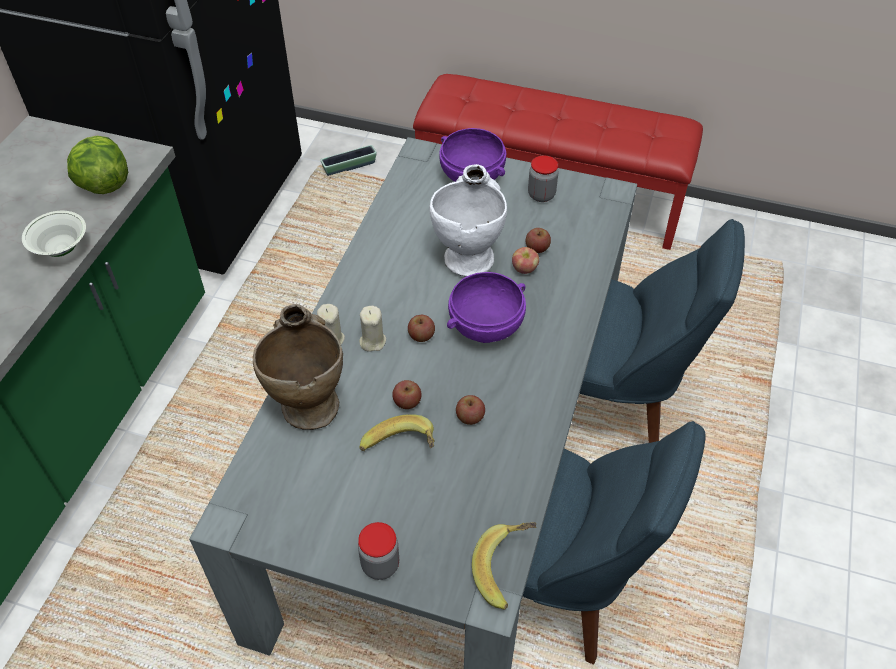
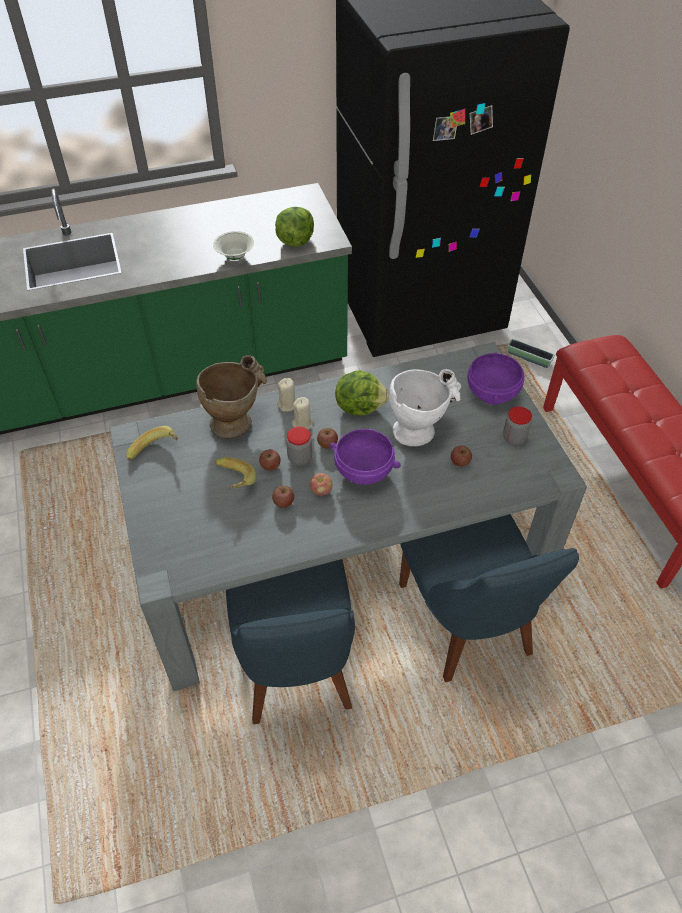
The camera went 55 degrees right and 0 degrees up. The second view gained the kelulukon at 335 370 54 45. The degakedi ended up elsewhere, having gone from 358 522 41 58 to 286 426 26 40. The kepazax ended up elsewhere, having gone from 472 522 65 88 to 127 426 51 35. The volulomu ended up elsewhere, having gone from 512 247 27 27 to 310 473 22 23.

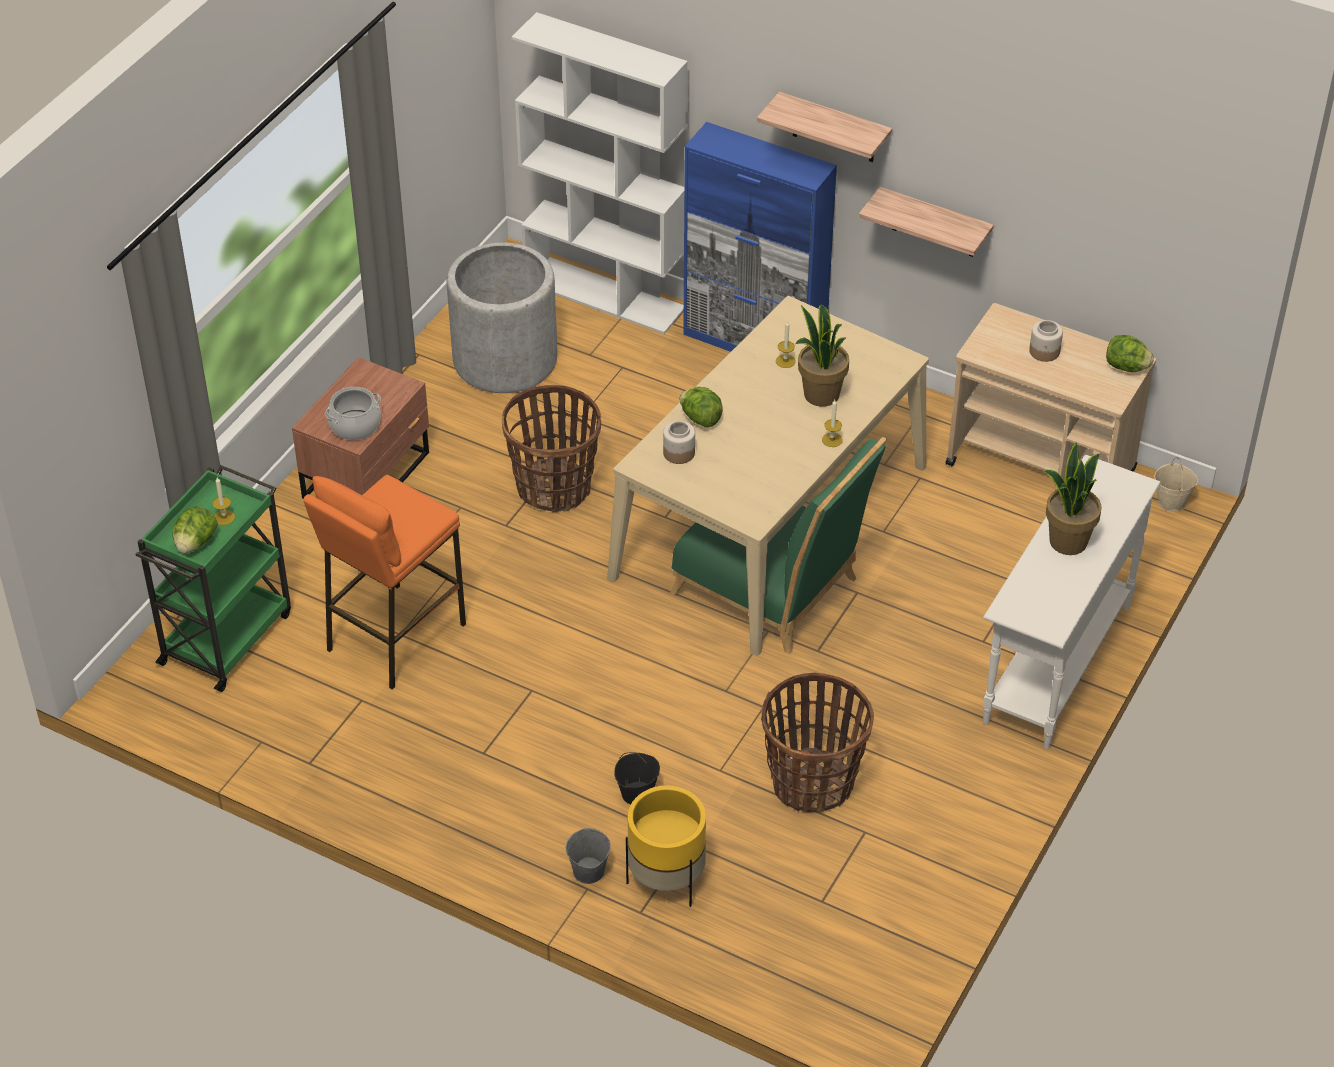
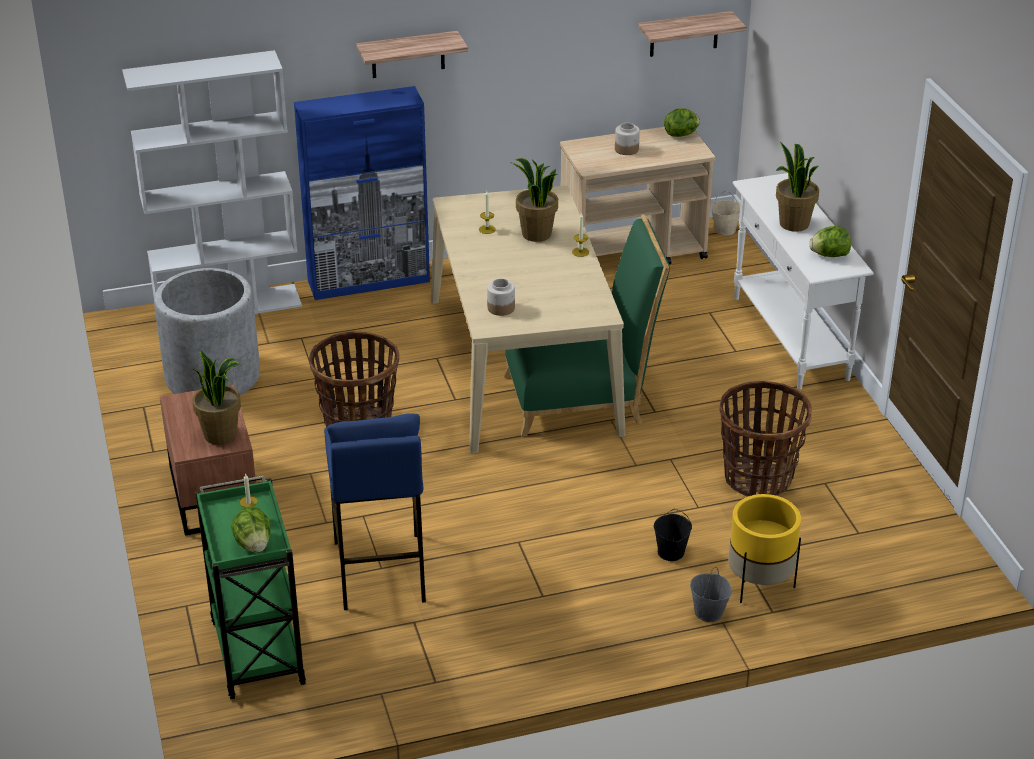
The camera went 45 degrees left and 10 degrees down. The kelulukon ended up elsewhere, having gone from 679 387 44 41 to 809 226 42 31. The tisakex ended up elsewhere, having gone from 859 187 135 70 to 638 11 108 46. Where the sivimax stood at 325 387 56 53, the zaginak came to stand at 191 350 50 95. What was the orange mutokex at 303 475 163 215 turned into the blue mutokex at 324 413 102 197.

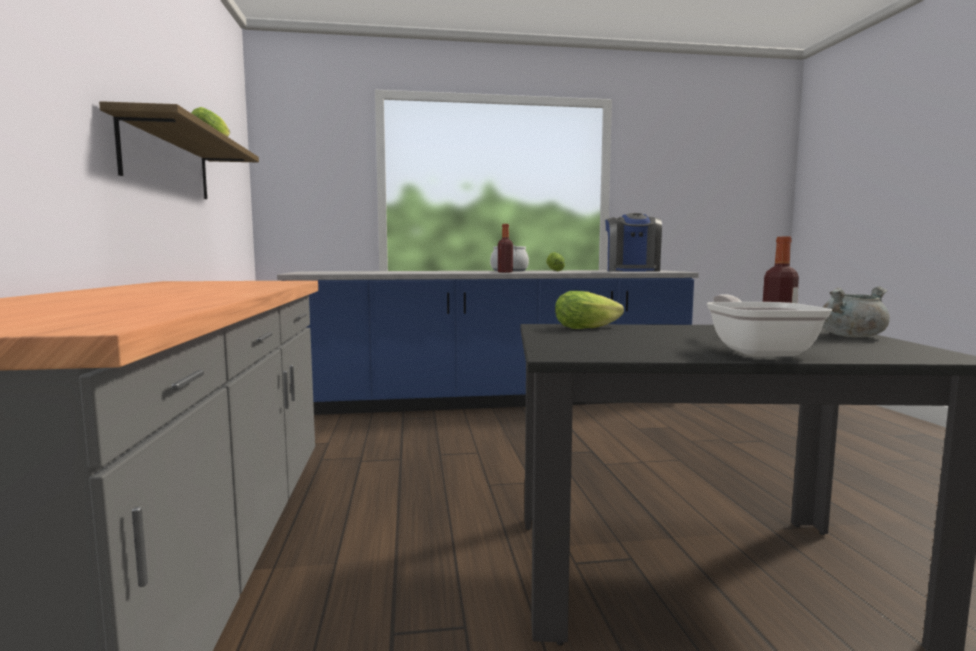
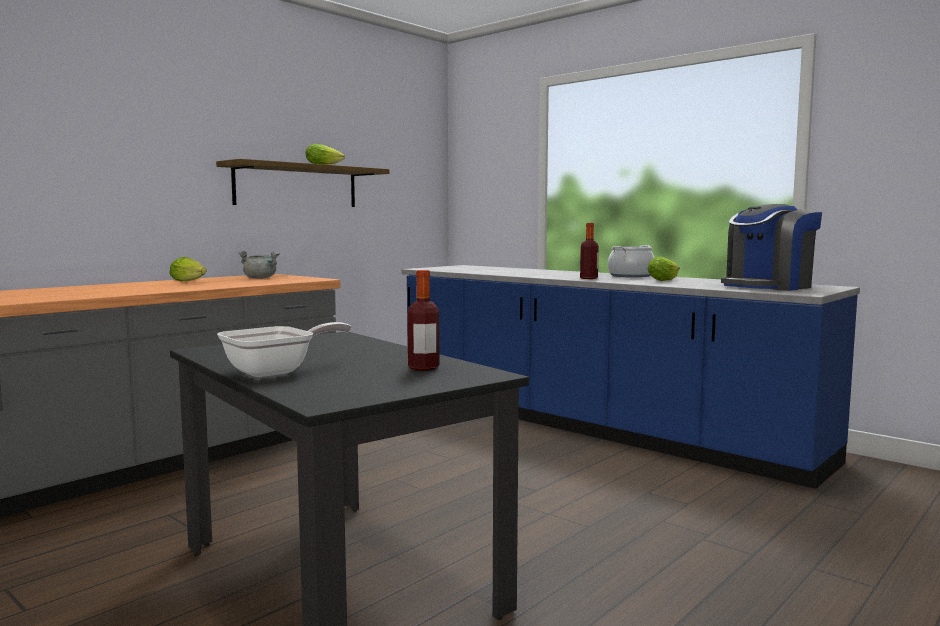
The camera went 50 degrees right and 0 degrees up. The kelulukon ended up elsewhere, having gone from 555 291 69 38 to 169 257 38 24. The grey sivimax ended up elsewhere, having gone from 823 286 67 52 to 238 251 42 28.

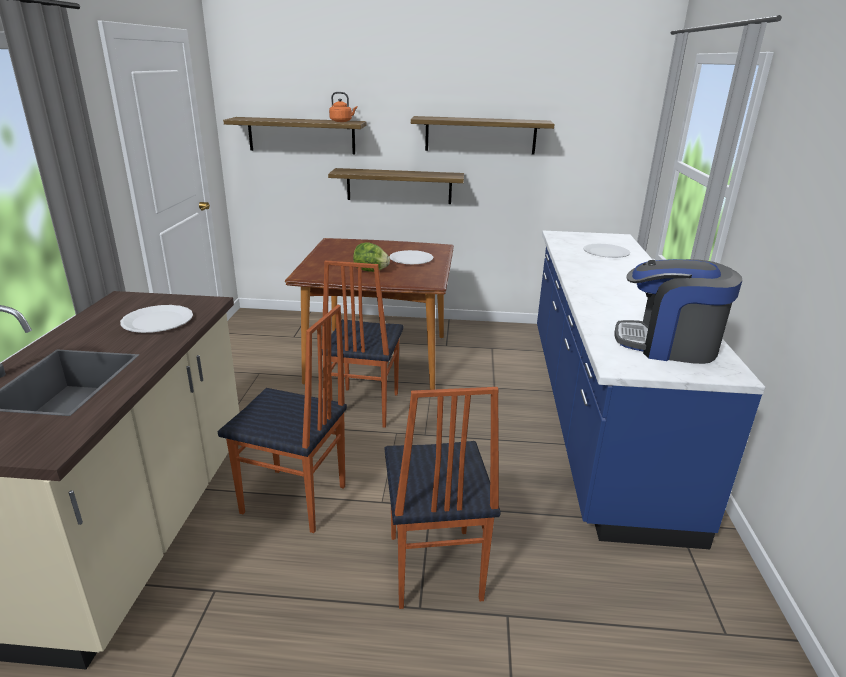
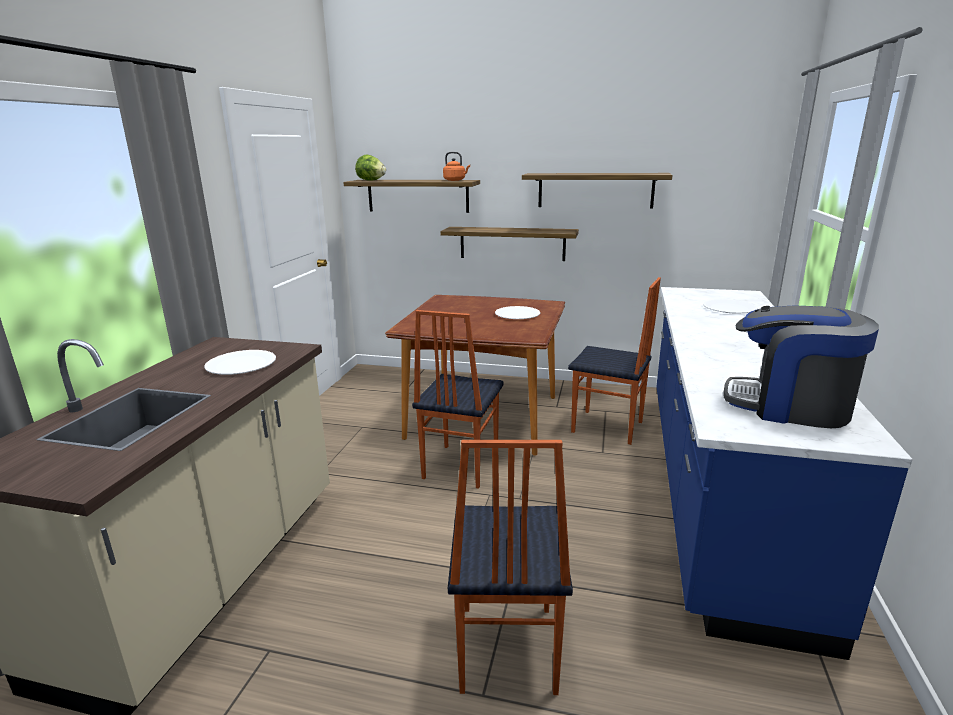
The camera went 10 degrees right and 5 degrees down. The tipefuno ended up elsewhere, having gone from 218 305 129 228 to 568 277 93 168. The kelulukon ended up elsewhere, having gone from 353 243 37 29 to 355 155 31 26.

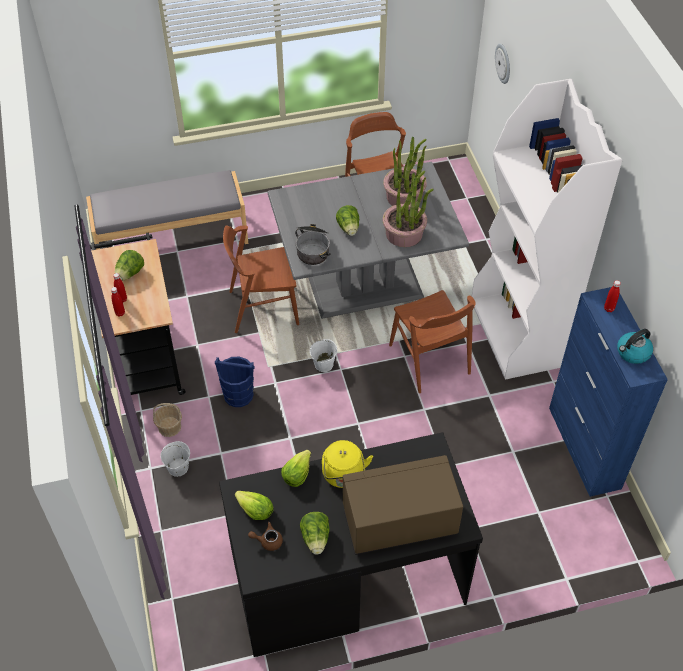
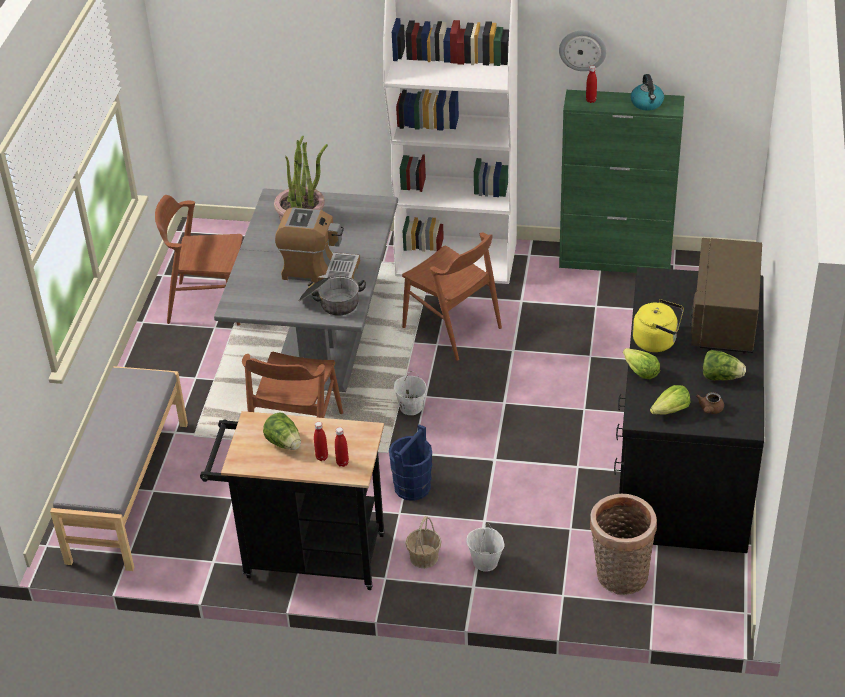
The camera went 65 degrees left and 10 degrees down. The second view lost the zaginak at 383 171 51 76. The second view gained the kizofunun at 590 494 67 101. The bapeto ended up elsewhere, having gone from 495 43 15 41 to 559 31 48 40. Where the kelulukon stood at 336 205 23 31, the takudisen came to stand at 275 207 85 76. What was the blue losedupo at 549 287 119 210 turned into the green losedupo at 559 90 125 183. The brown tipefuno at 389 290 87 103 ended up facing another way, 45 degrees clockwise from before.

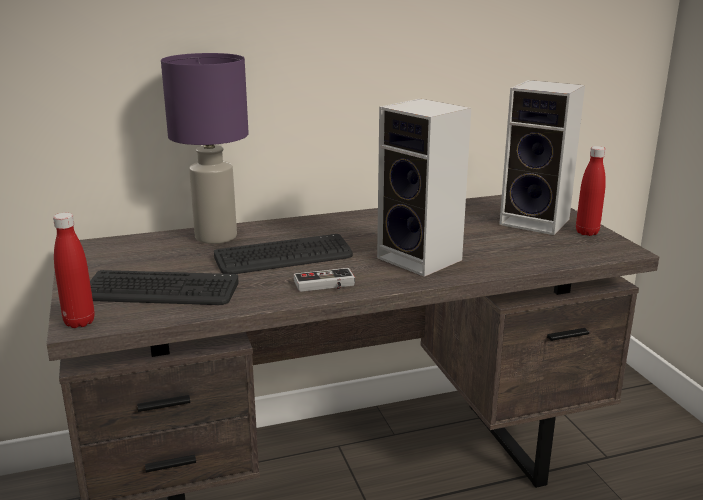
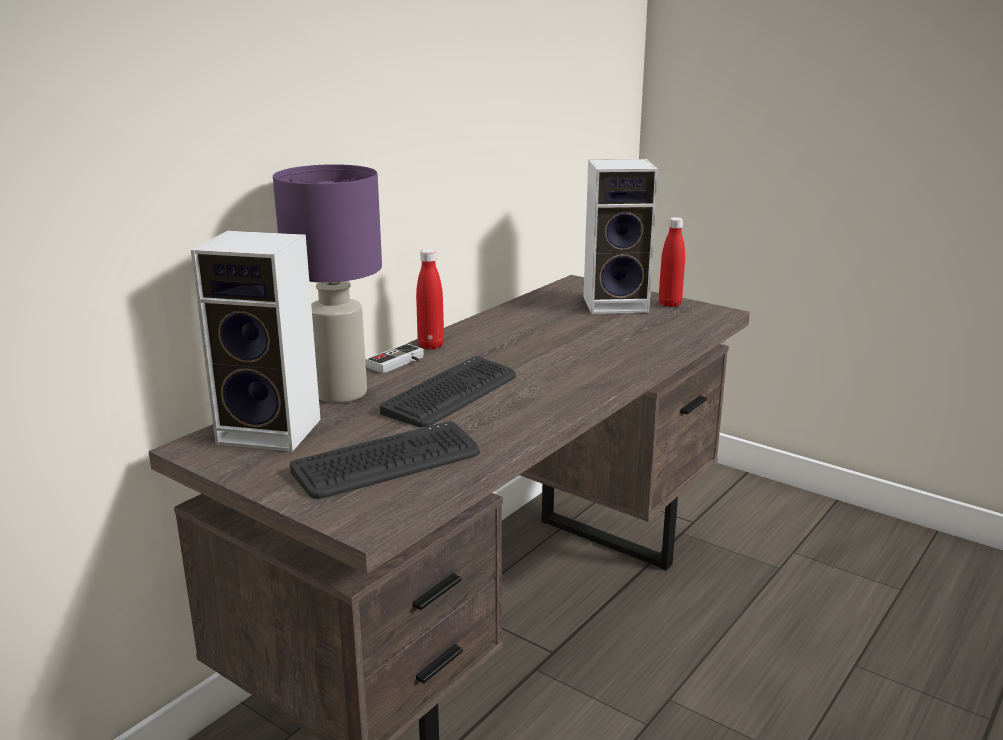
The camera went 35 degrees left and 0 degrees up. The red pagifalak ended up elsewhere, having gone from 53 213 42 115 to 416 249 28 100. The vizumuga ended up elsewhere, having gone from 294 268 61 24 to 365 344 59 29. The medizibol ended up elsewhere, having gone from 377 98 94 179 to 191 231 130 221.

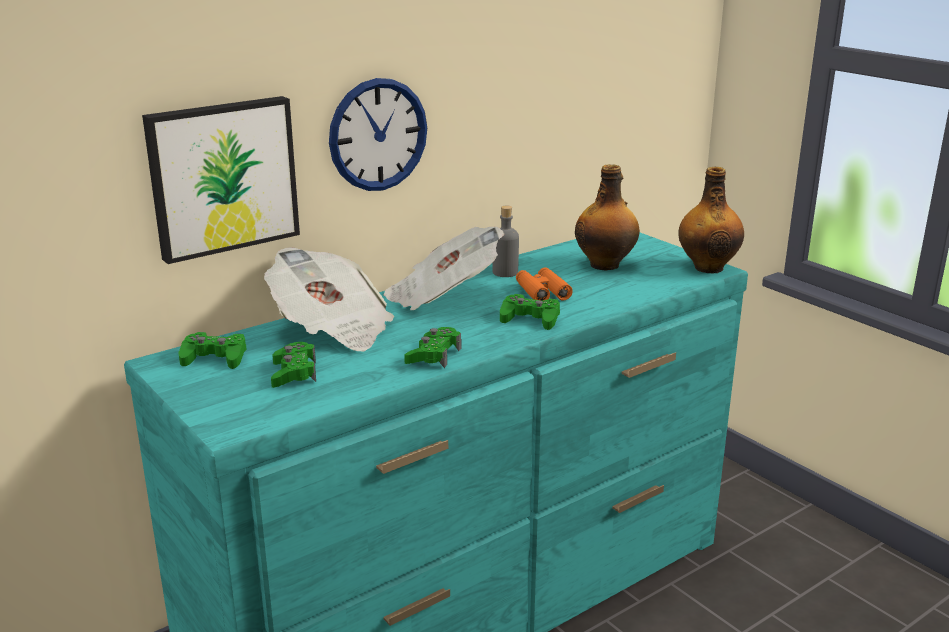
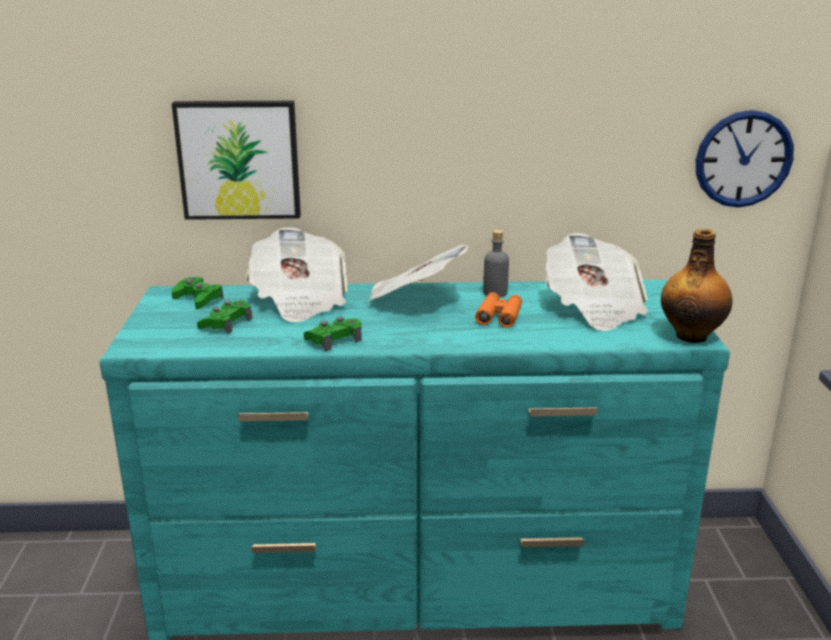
The camera went 35 degrees right and 0 degrees up. The second view lost the green vizumuga at 500 294 60 36. The bapeto ended up elsewhere, having gone from 329 78 98 113 to 696 110 98 98. Where the pagifalak stood at 575 164 65 106, the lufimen came to stand at 546 233 103 98.

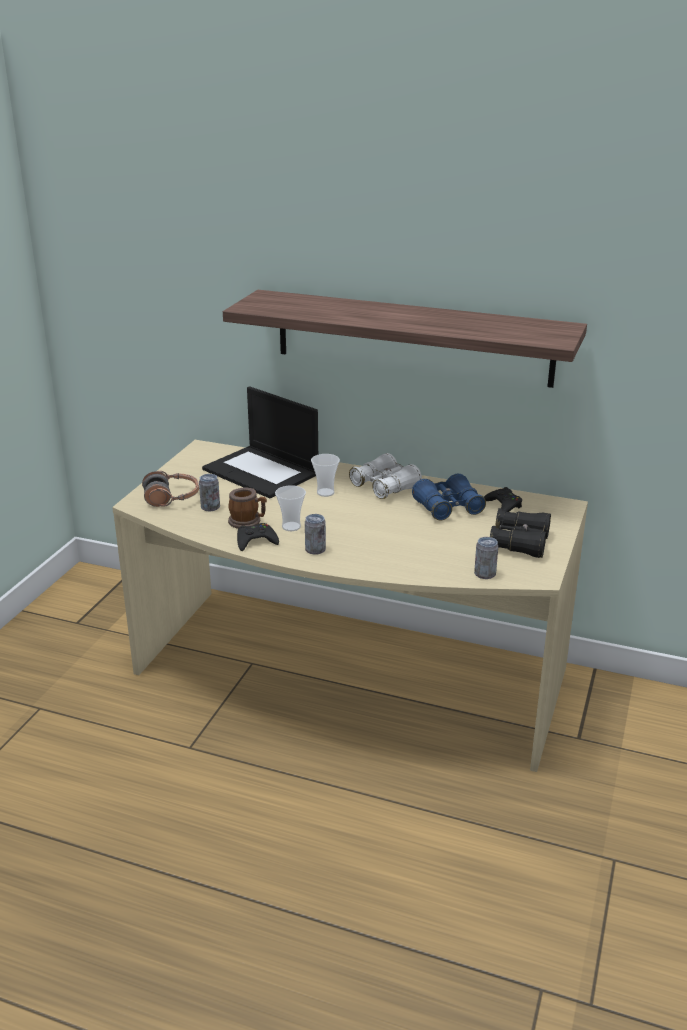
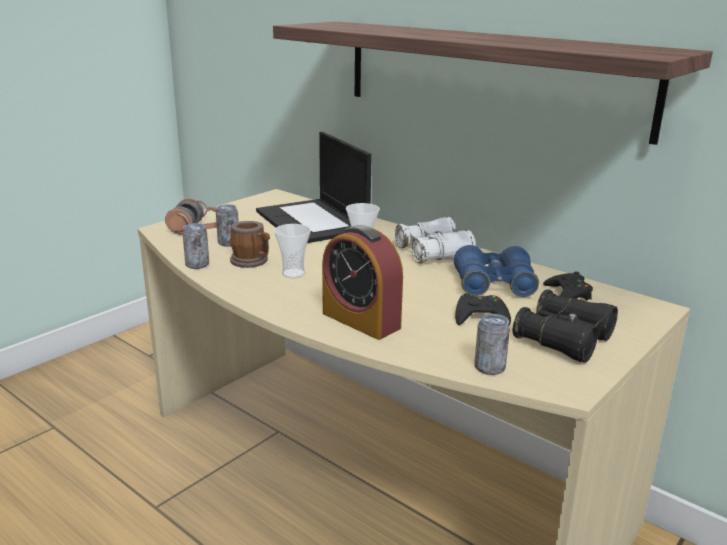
The camera went 20 degrees right and 5 degrees down. The second view gained the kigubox at 322 225 81 115. The black vizumuga ended up elsewhere, having gone from 237 523 42 28 to 455 293 56 32. The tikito ended up elsewhere, having gone from 305 514 21 41 to 182 223 27 46.

